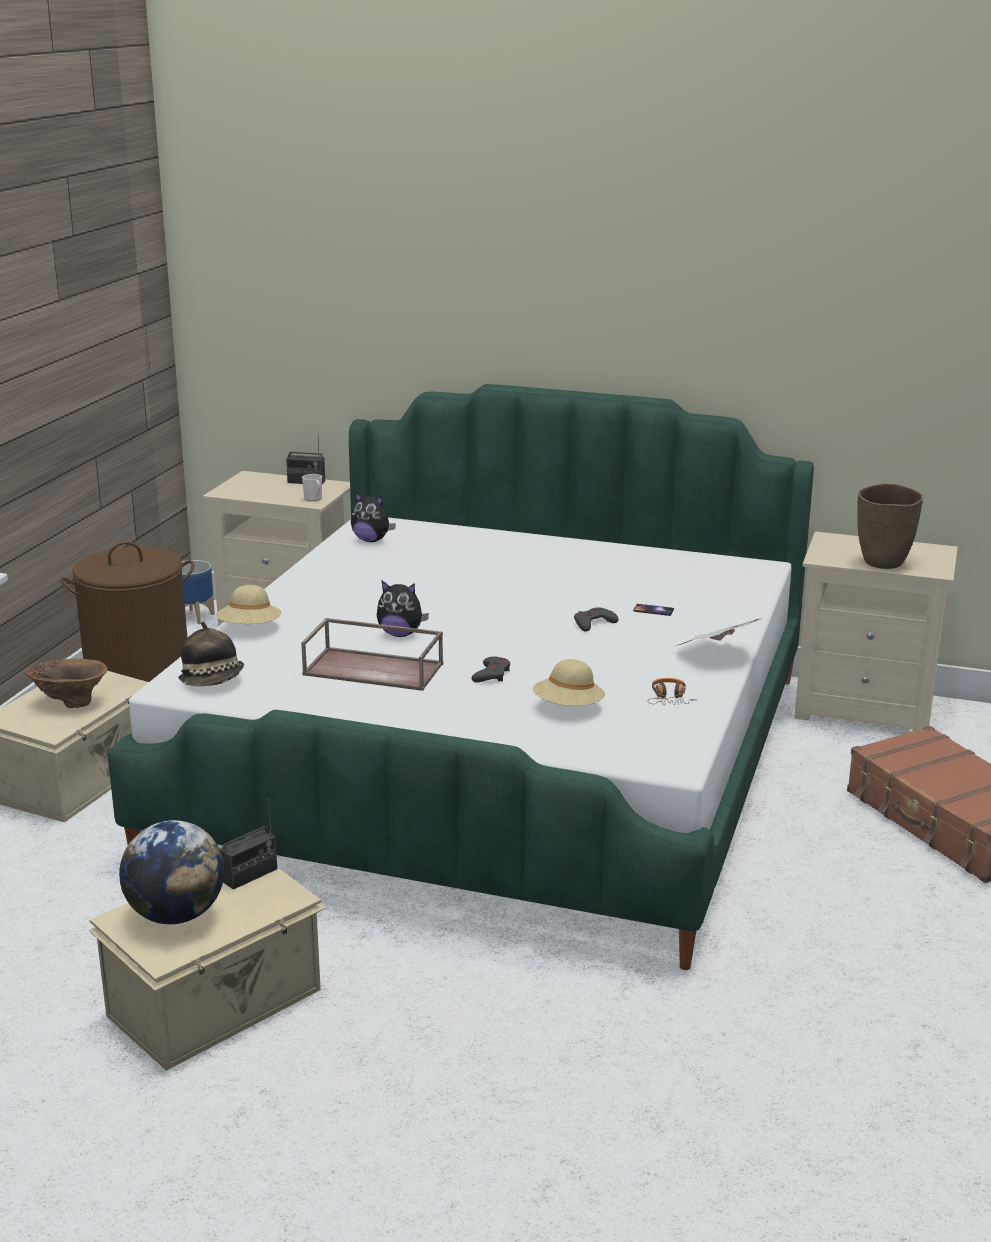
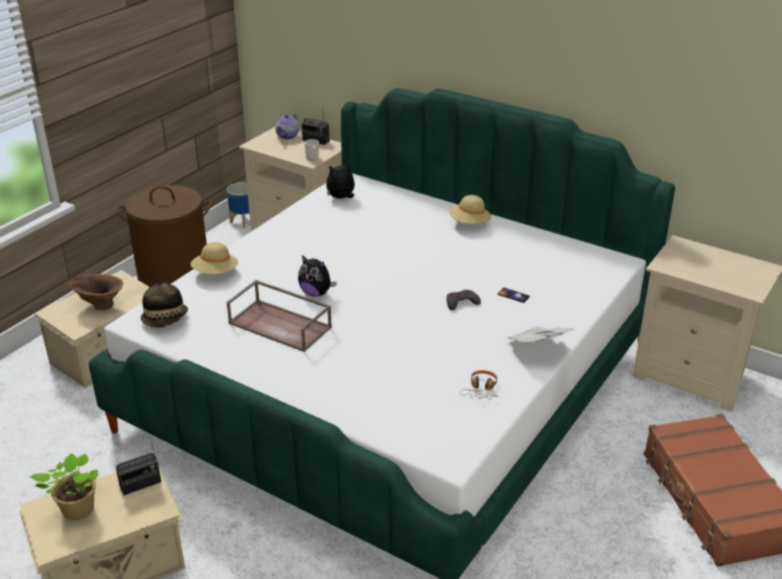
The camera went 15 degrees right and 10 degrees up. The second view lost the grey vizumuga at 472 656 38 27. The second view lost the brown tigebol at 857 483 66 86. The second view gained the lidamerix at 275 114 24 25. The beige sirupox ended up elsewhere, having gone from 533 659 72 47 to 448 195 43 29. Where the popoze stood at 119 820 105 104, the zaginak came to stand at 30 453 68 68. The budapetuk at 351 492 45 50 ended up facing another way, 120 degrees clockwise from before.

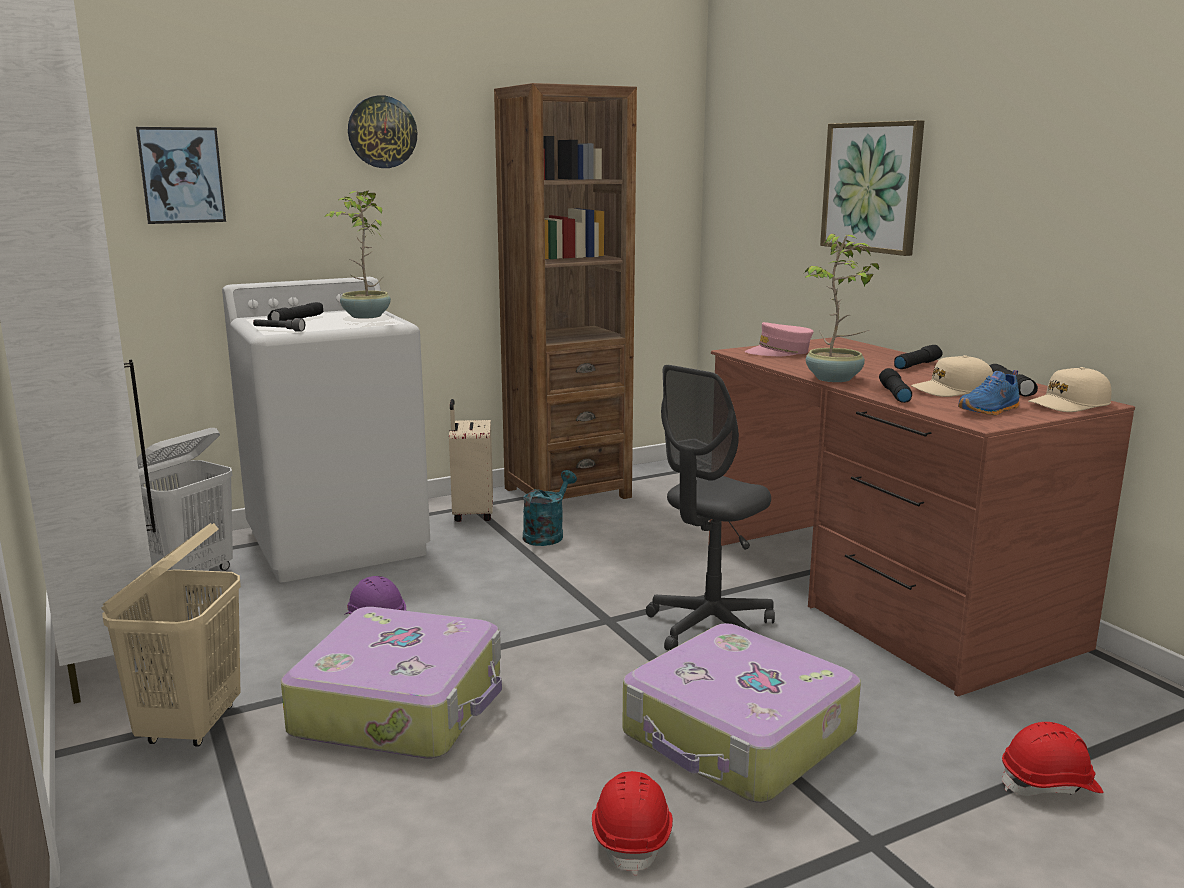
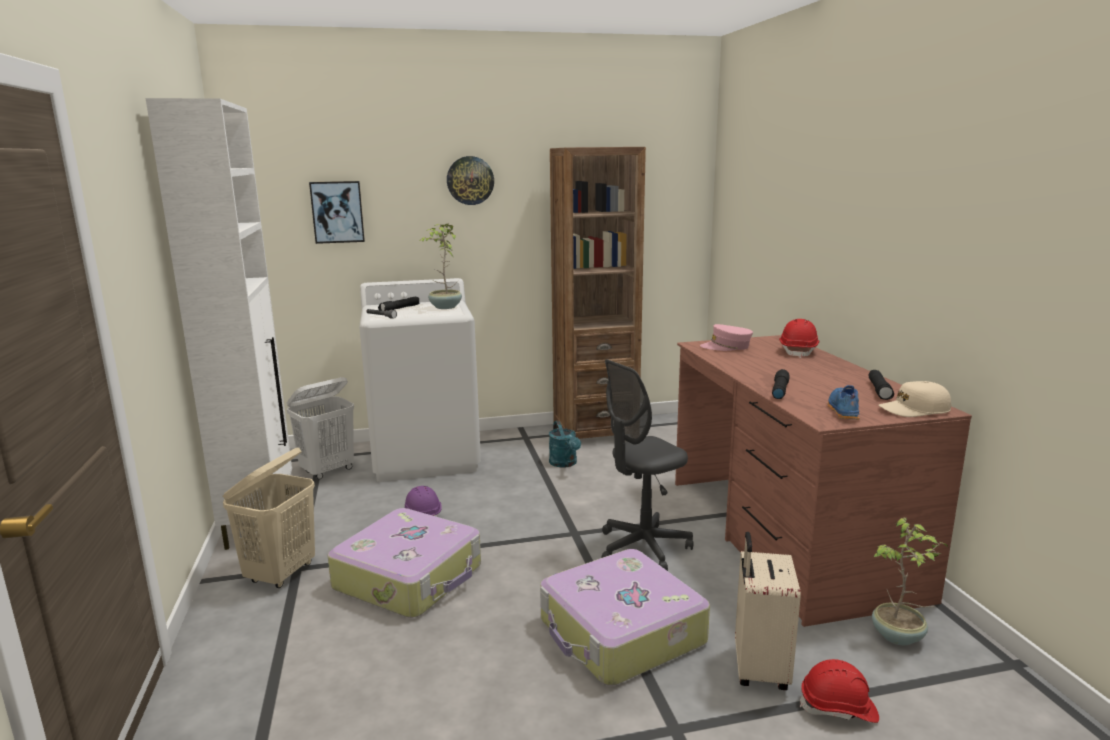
The camera went 15 degrees right and 0 degrees up. The second view lost the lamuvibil at 820 120 104 136. The second view lost the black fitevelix at 894 345 49 24. The second view lost the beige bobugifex at 911 355 82 42. The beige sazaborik ended up elsewhere, having gone from 449 399 44 123 to 735 532 66 158. The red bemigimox ended up elsewhere, having gone from 592 771 81 104 to 779 319 41 39. The zaginak ended up elsewhere, having gone from 804 234 75 148 to 872 518 76 127. The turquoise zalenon at 523 470 54 76 ended up facing another way, 120 degrees clockwise from before. The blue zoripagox at 958 370 62 46 ended up facing another way, 120 degrees clockwise from before.

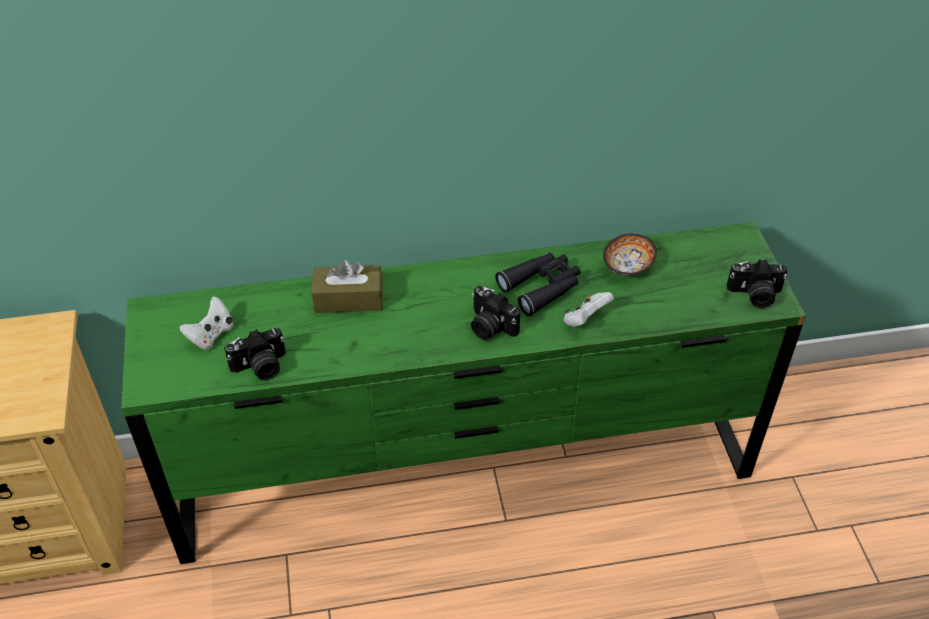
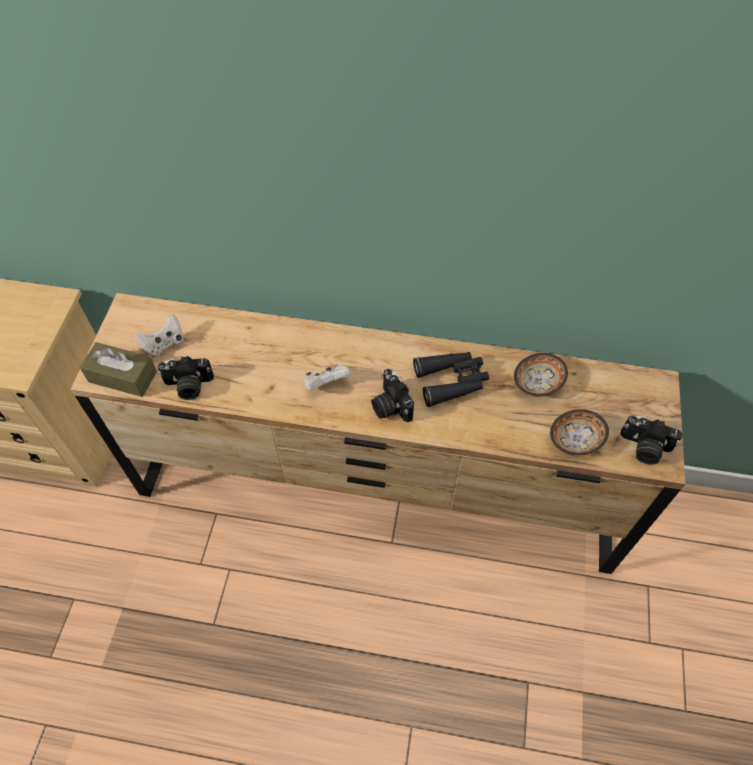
The camera went 20 degrees right and 10 degrees up. The second view gained the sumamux at 550 409 59 46. The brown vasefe ended up elsewhere, having gone from 312 260 71 53 to 80 342 77 55. The white vizumuga ended up elsewhere, having gone from 564 292 50 35 to 304 365 47 26. What was the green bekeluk at 122 222 684 342 turned into the brown bekeluk at 71 293 614 281.

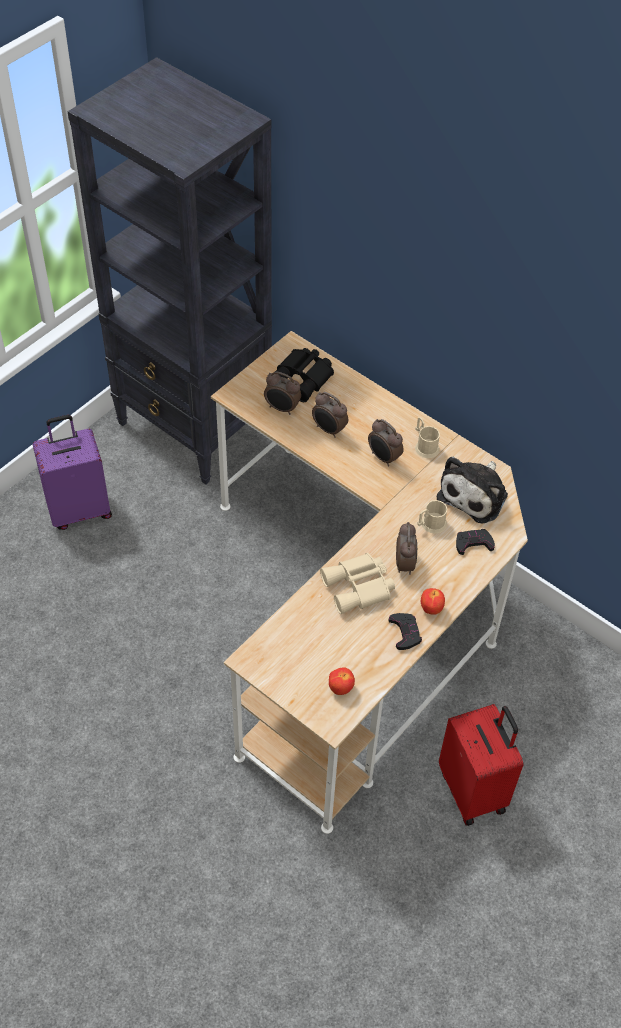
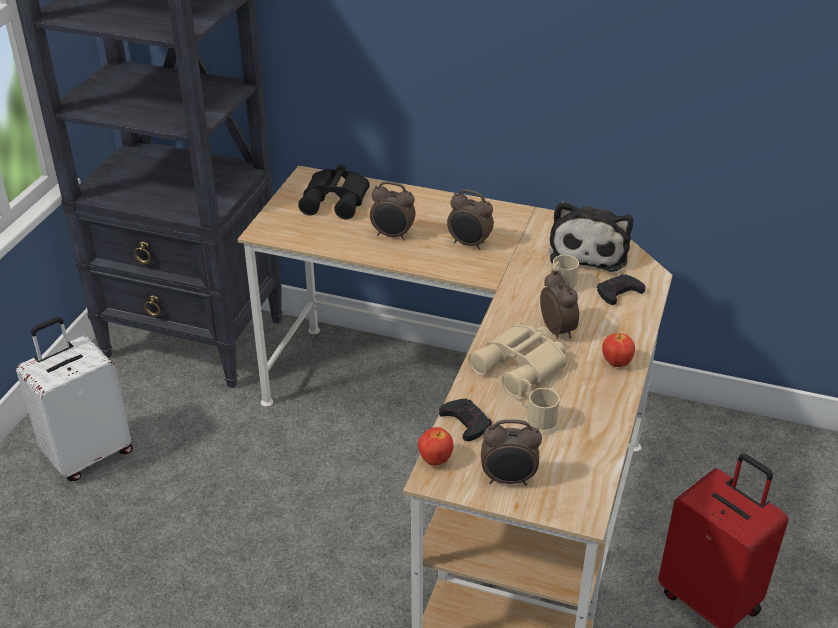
The camera went 20 degrees left and 15 degrees down. The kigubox ended up elsewhere, having gone from 264 371 37 44 to 481 419 61 67. The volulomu ended up elsewhere, having gone from 329 667 26 28 to 418 427 35 39. The black vizumuga ended up elsewhere, having gone from 389 613 33 37 to 439 398 53 43. The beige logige ended up elsewhere, having gone from 415 417 25 41 to 516 379 44 57. What was the purple sazaborik at 33 415 79 115 turned into the white sazaborik at 16 317 117 164.

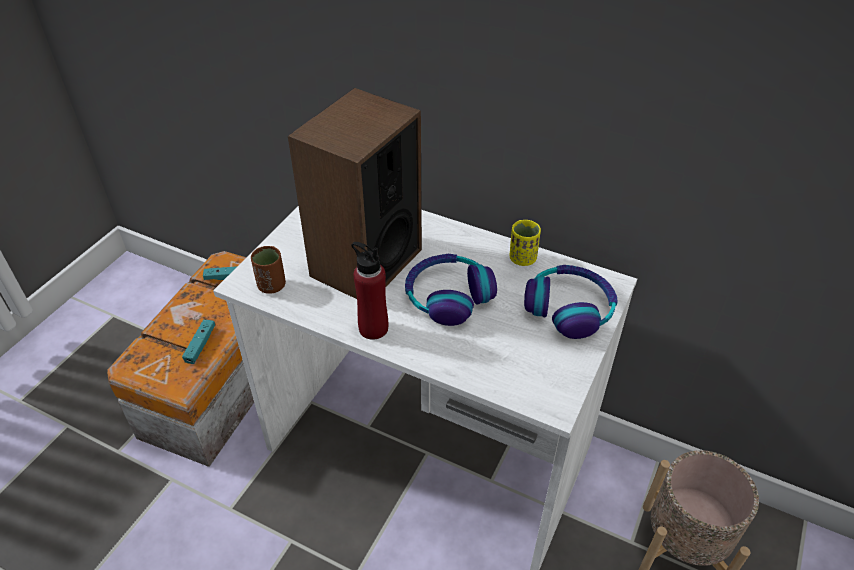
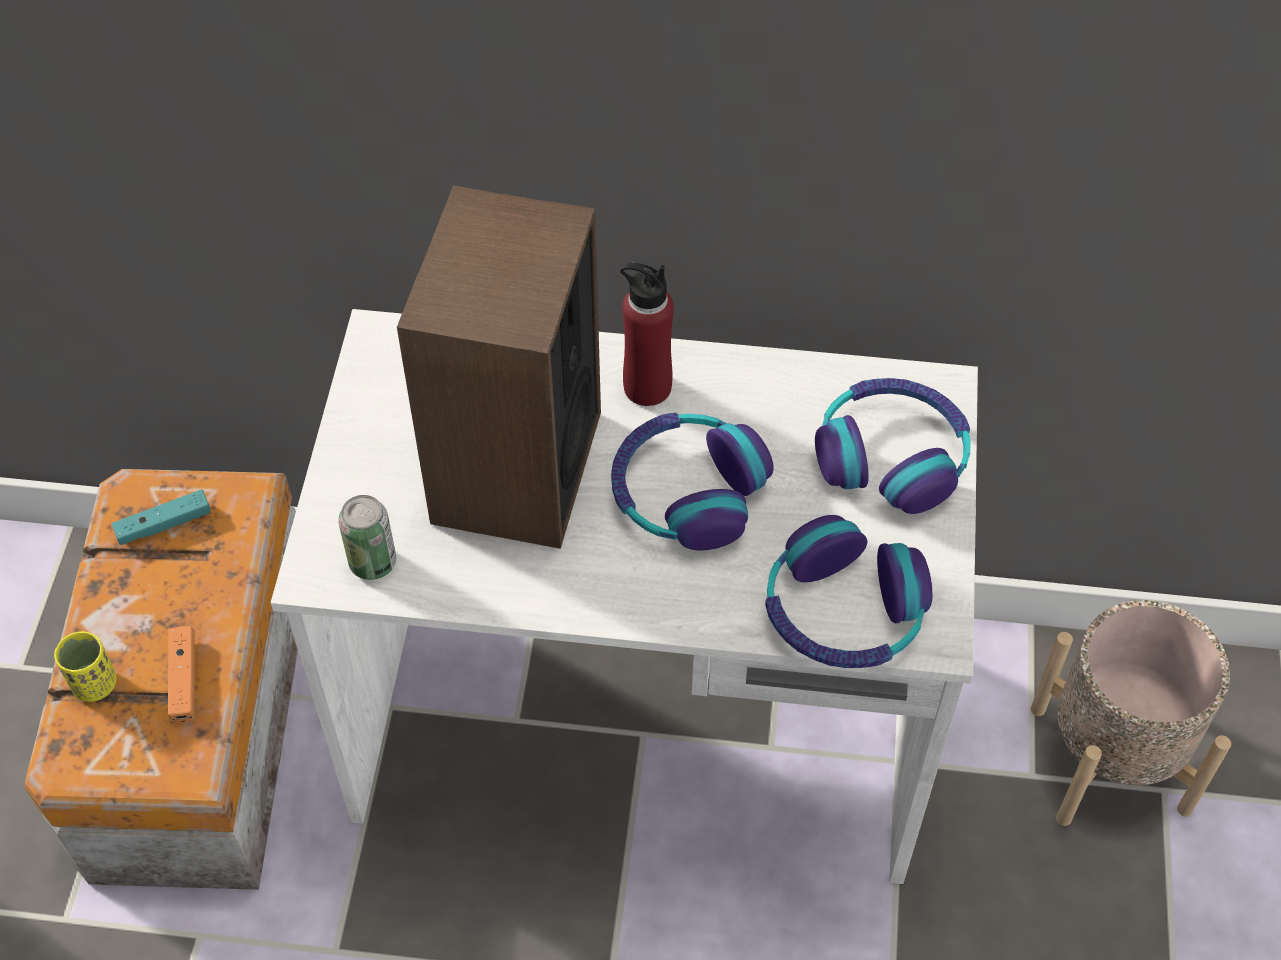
The camera went 20 degrees left and 10 degrees up. The second view gained the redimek at 765 515 167 153. The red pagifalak ended up elsewhere, having gone from 351 242 37 98 to 620 263 54 143. The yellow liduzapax ended up elsewhere, having gone from 510 220 31 46 to 54 631 63 71. Where the brown liduzapax stood at 251 246 35 48, the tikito came to stand at 338 495 58 85. What was the turquoise vizumuga at 182 319 33 45 turned into the orange vizumuga at 168 626 27 97.

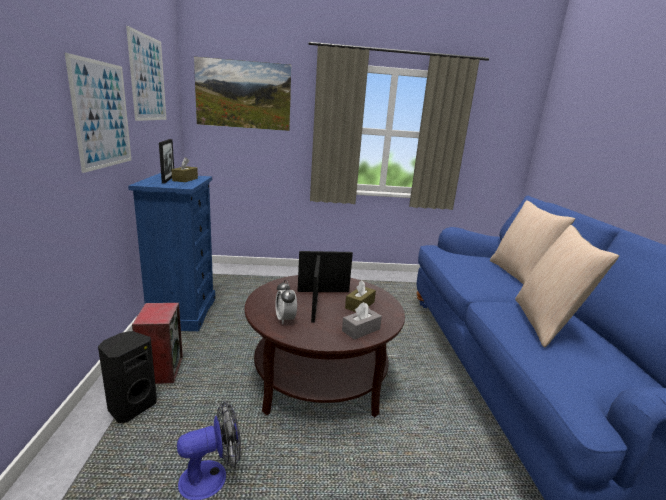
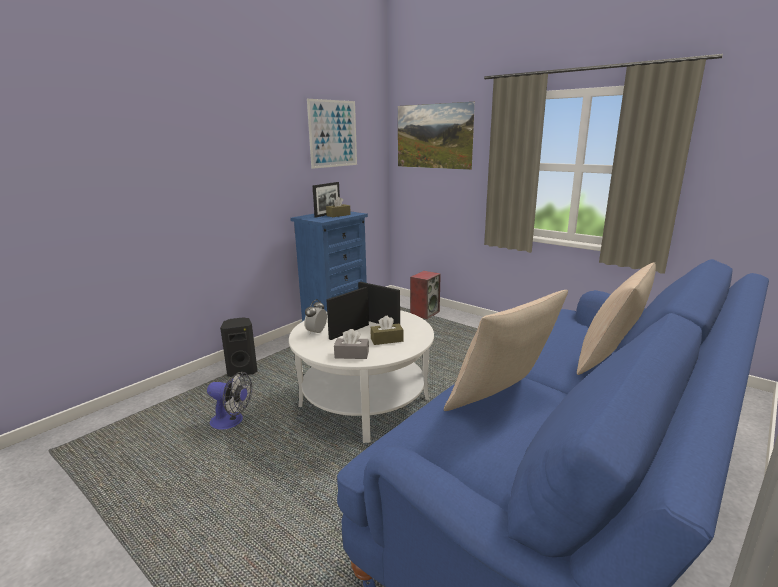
The camera went 45 degrees right and 0 degrees up. The second view lost the lamuvibil at 65 53 66 120. The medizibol ended up elsewhere, having gone from 132 303 51 81 to 410 271 31 48. What was the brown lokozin at 244 275 161 142 turned into the white lokozin at 289 310 145 133.

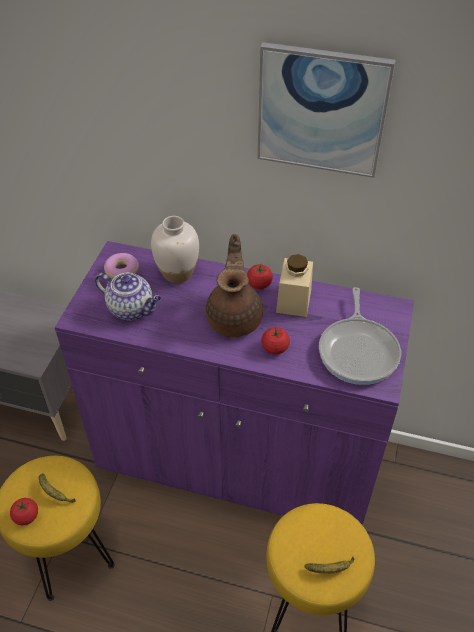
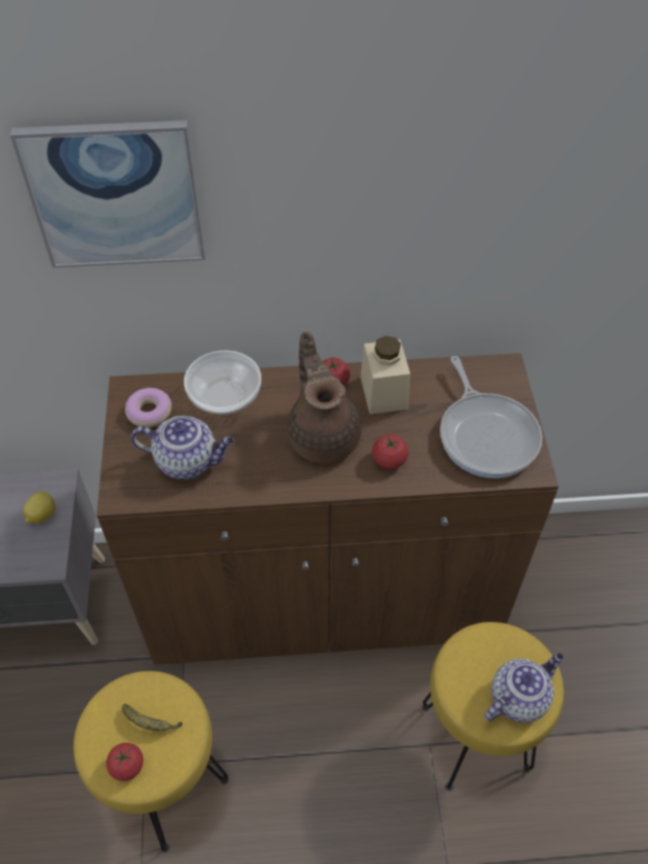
The camera went 20 degrees left and 5 degrees up. The second view gained the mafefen at 23 492 32 32. The lamuvibil ended up elsewhere, having gone from 258 42 138 136 to 10 120 195 148. Where the white tigebol stood at 151 216 48 67, the sumamux came to stand at 184 350 77 64. Where the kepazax stood at 304 556 51 18, the lidamerix came to stand at 484 653 80 70. What was the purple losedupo at 55 241 359 284 turned into the brown losedupo at 97 353 462 312.

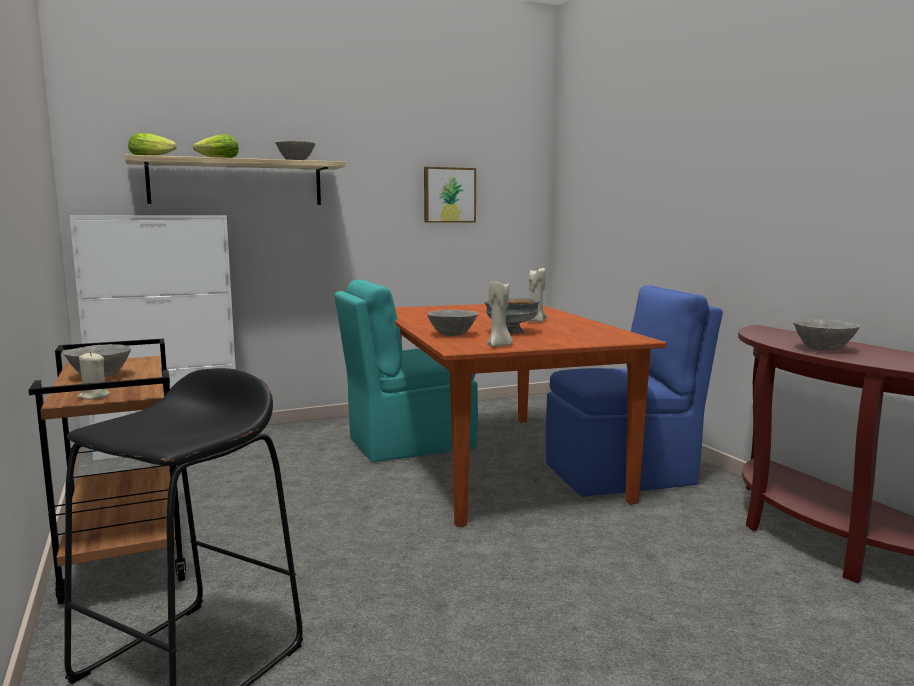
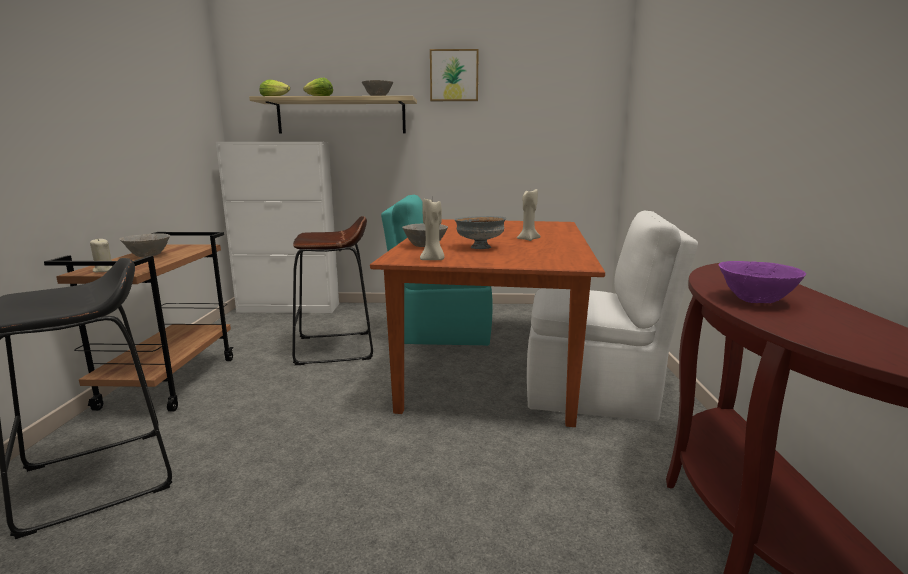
The camera went 25 degrees right and 5 degrees up. The second view gained the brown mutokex at 292 216 81 149. The lamuvibil ended up elsewhere, having gone from 424 167 52 56 to 430 49 49 52. What was the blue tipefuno at 546 285 177 212 turned into the white tipefuno at 527 211 171 210. What was the grey sumamux at 793 319 67 32 turned into the purple sumamux at 718 261 88 42.

